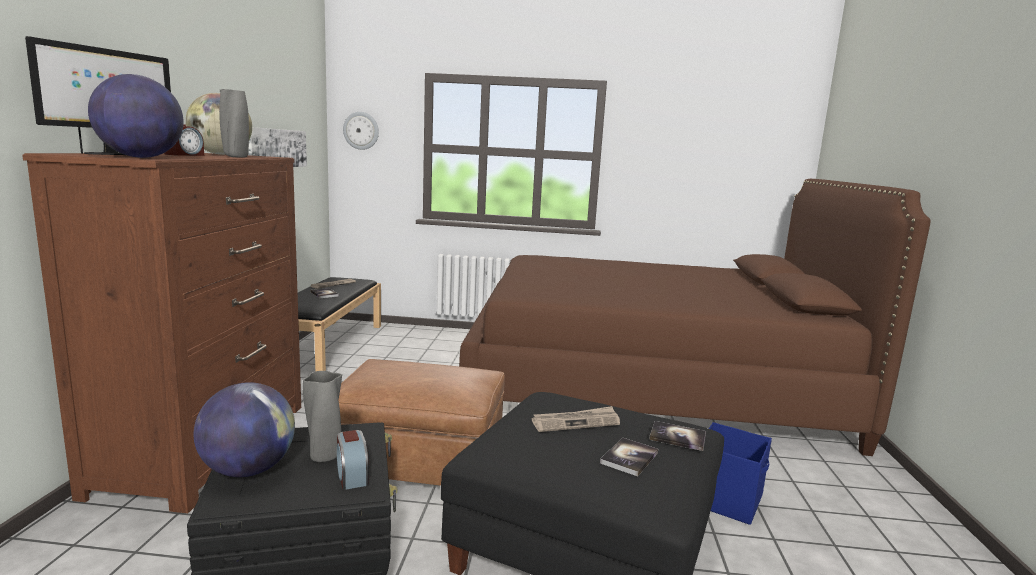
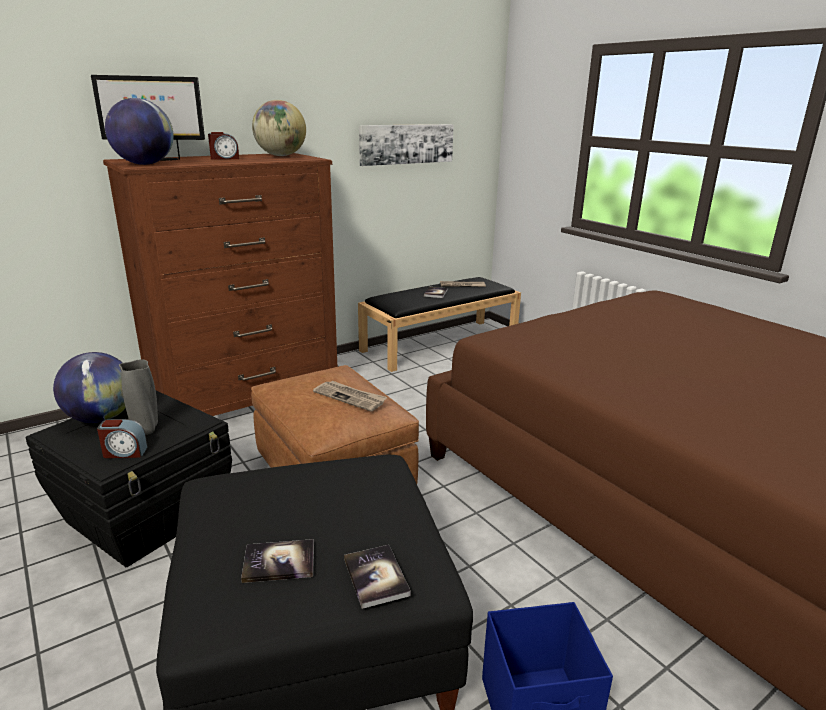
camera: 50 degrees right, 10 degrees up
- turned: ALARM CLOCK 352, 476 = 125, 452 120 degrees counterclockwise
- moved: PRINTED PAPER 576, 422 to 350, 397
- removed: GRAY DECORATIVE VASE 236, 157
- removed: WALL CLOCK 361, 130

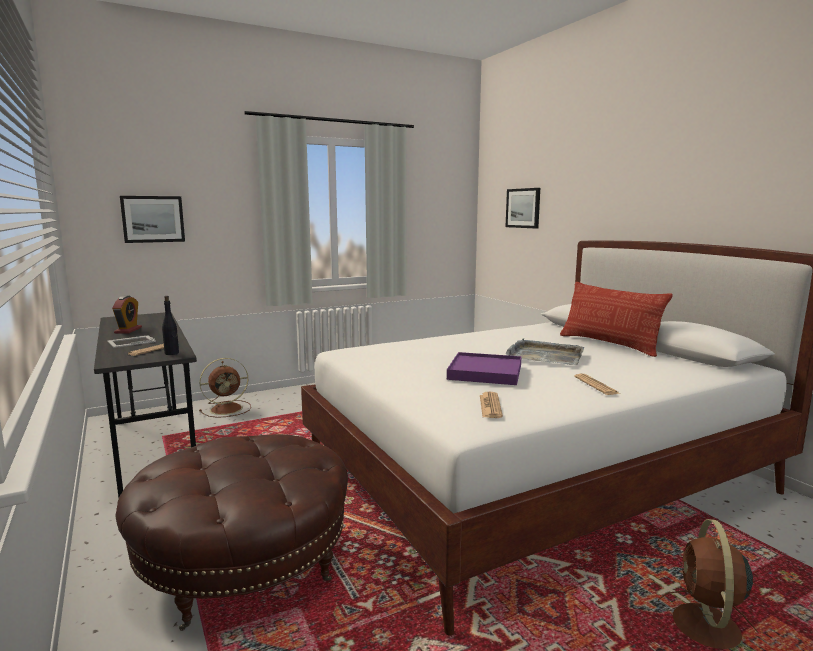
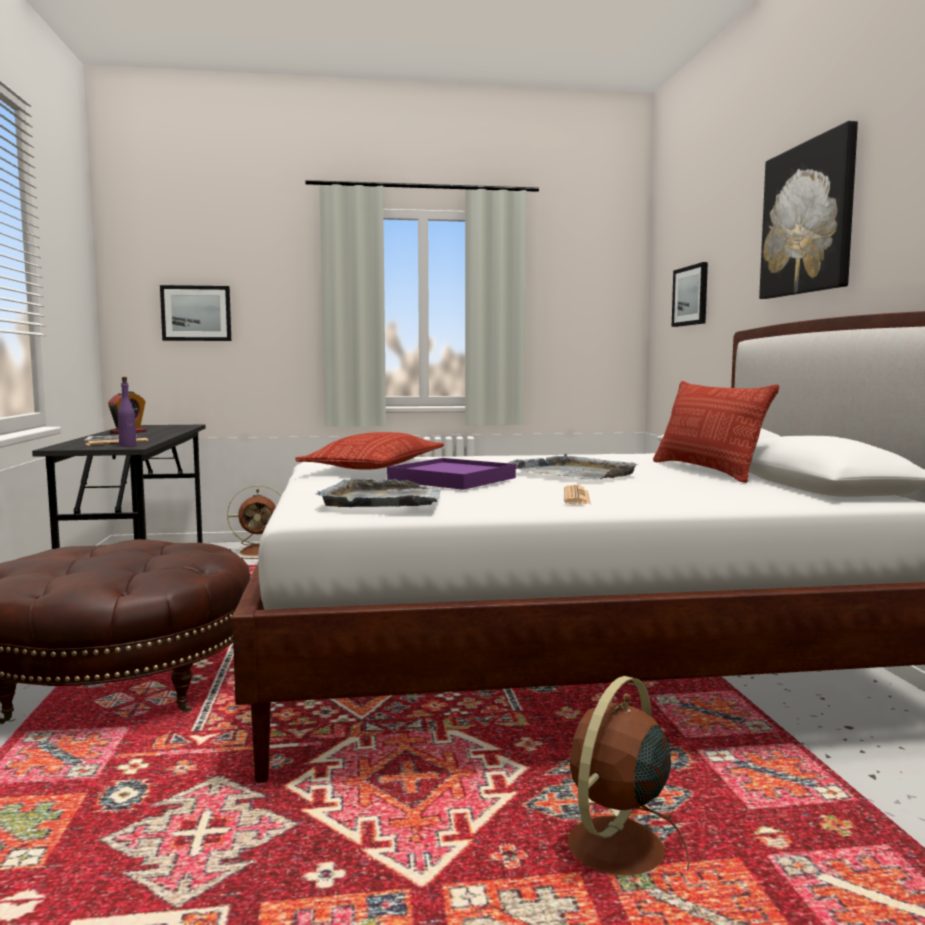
camera: 20 degrees right, 5 degrees down
- recoloured: BLACK-COLOURED BEVERAGE BOTTLE 172, 353 to PURPLISH BEVERAGE BOTTLE 128, 446
- added: PILLOW 375, 466
- replaced: PRINTED PAPER 490, 406 to GRAY CARRYING TRAY 384, 500
- added: WALL ART 808, 219

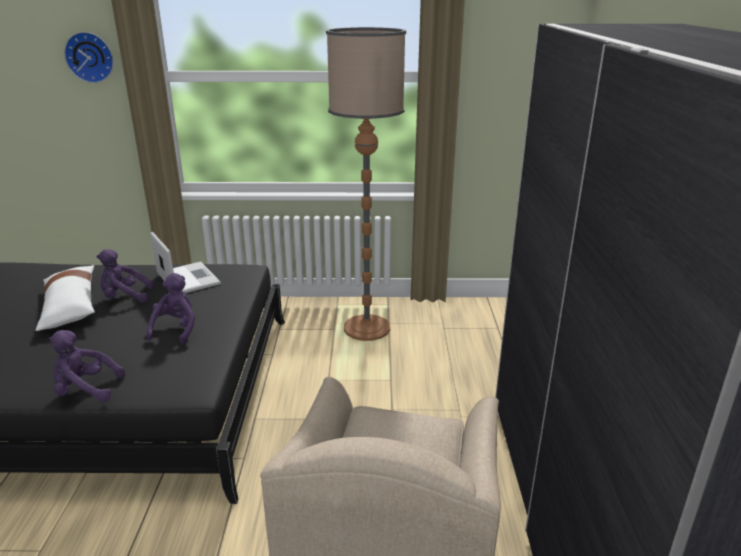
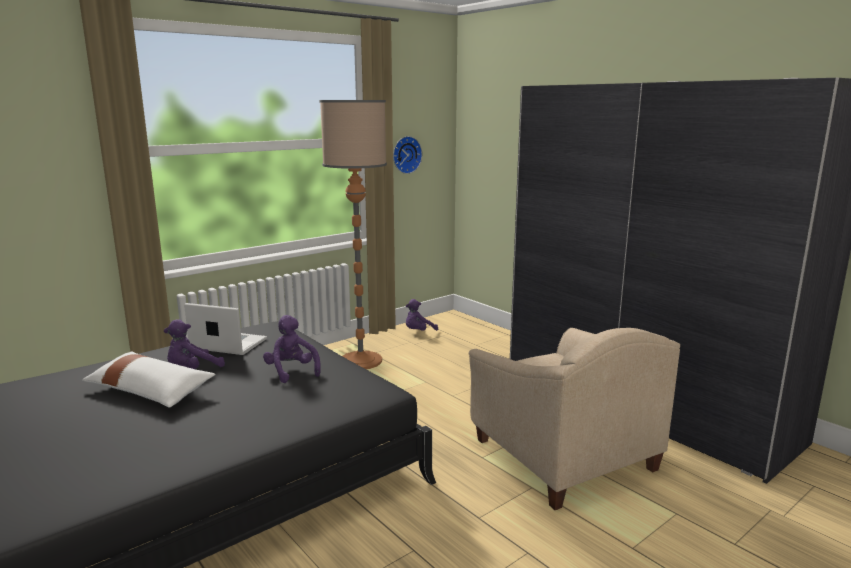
camera: 40 degrees left, 10 degrees down
- moved: WALL CLOCK 90, 57 to 405, 154
- moved: PURPLISH CUDDLY TOY 85, 390 to 418, 332

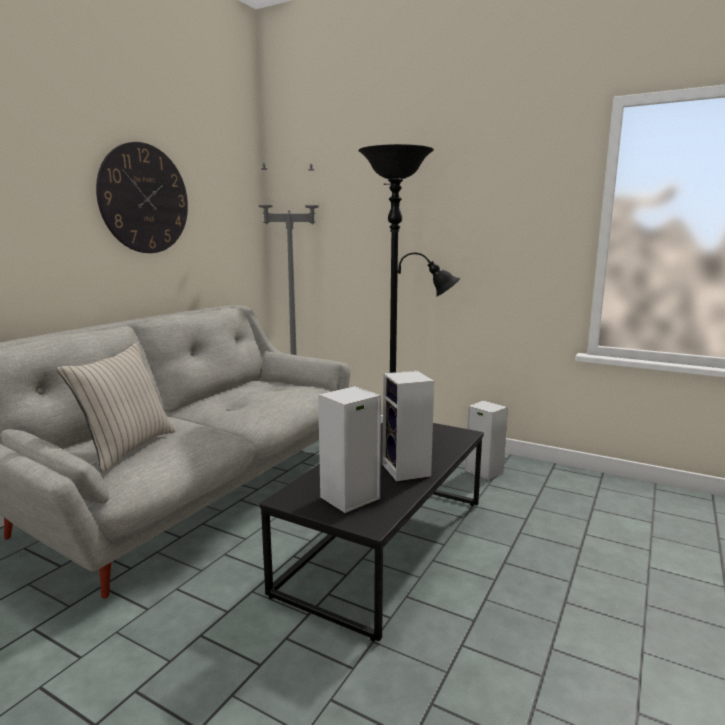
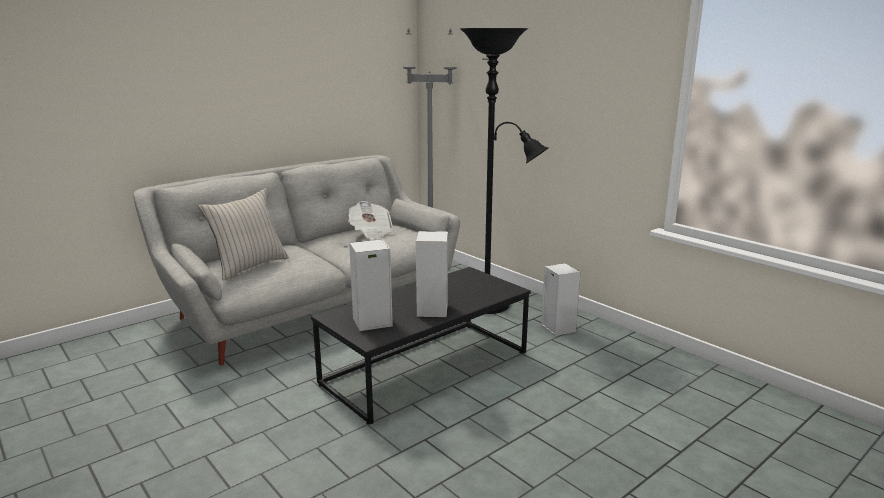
camera: 20 degrees right, 5 degrees up
- added: PRINTED PAPER 371, 232
- removed: WALL CLOCK 144, 199

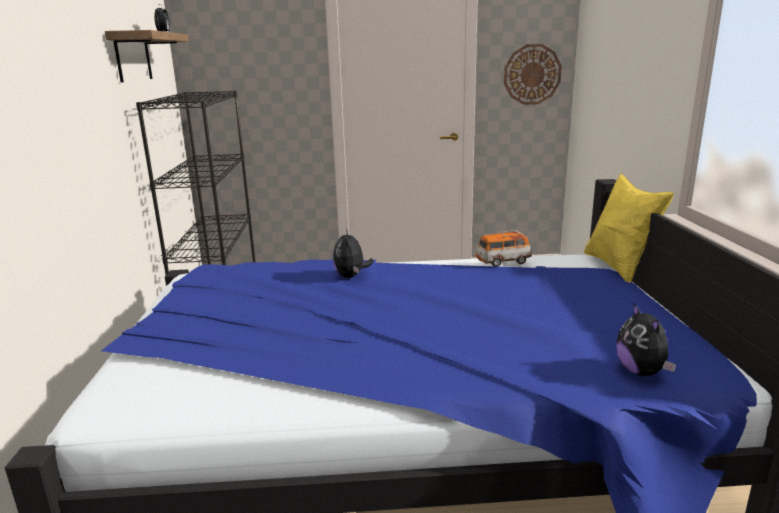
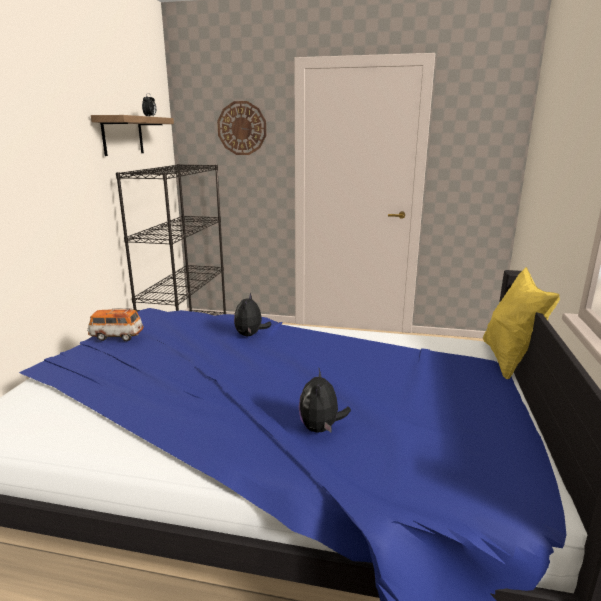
camera: 15 degrees right, 0 degrees up
- moved: MINIATURE CAR 502, 262 to 116, 336
- moved: WALL CLOCK 532, 74 to 242, 128
- moved: CUDDLY TOY 641, 372 to 321, 428

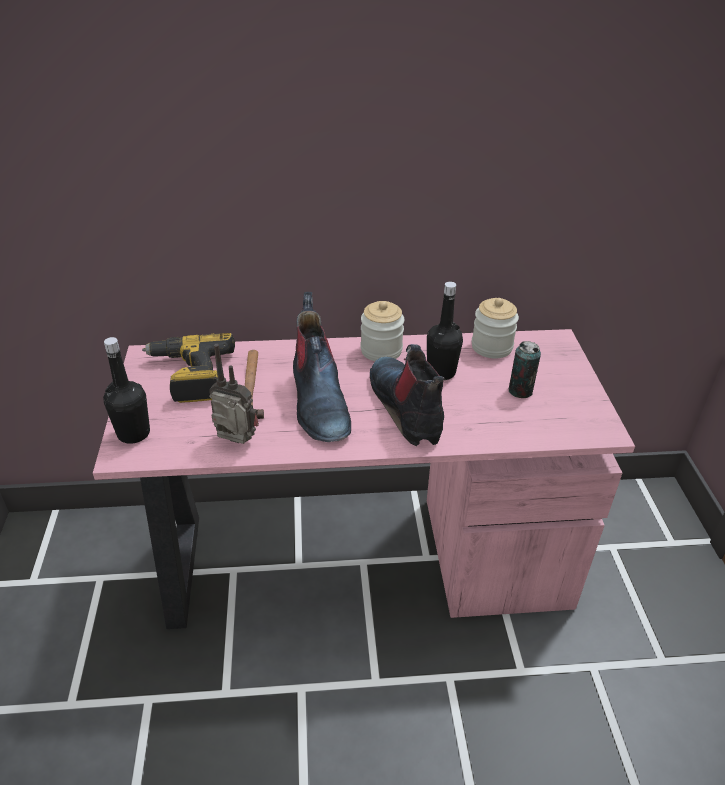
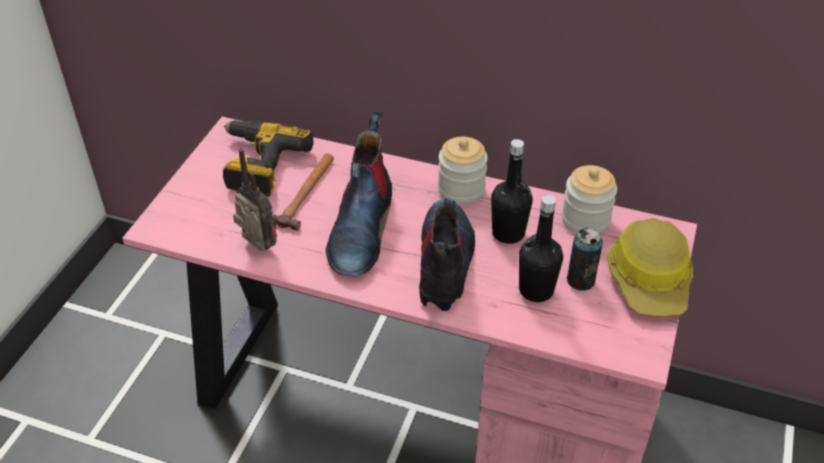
camera: 25 degrees right, 5 degrees up
- moved: BLACK-COLOURED BEVERAGE BOTTLE 133, 433 to 536, 290
- added: WORK HELMET 650, 280

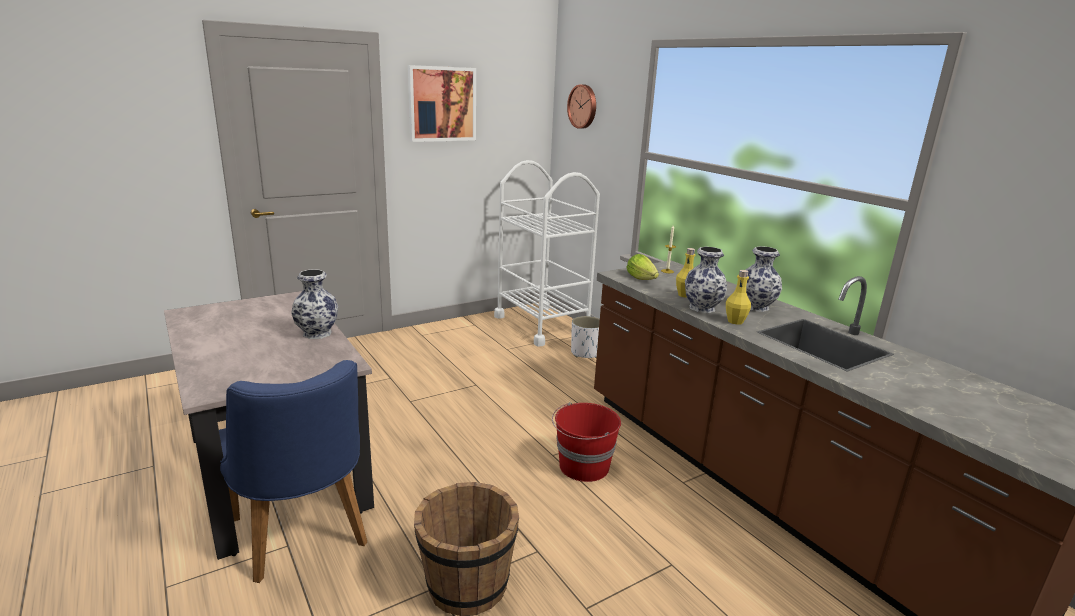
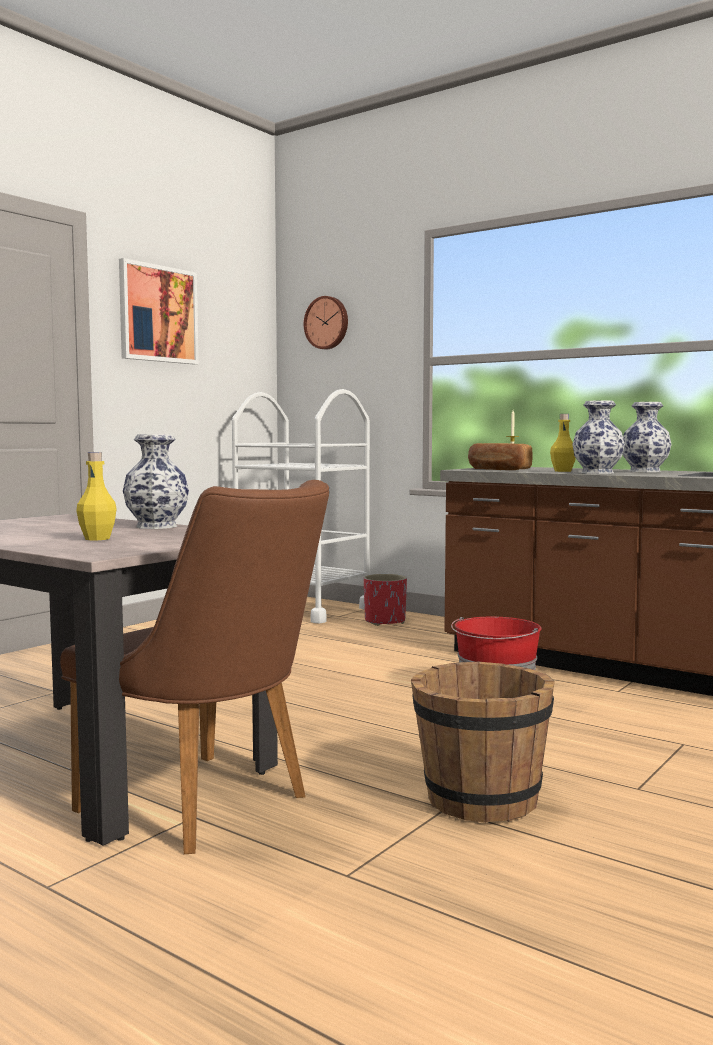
camera: 20 degrees left, 15 degrees down
- recoloured: BLUE-COLOURED UPRIGHT CHAIR 304, 538 to BROWN UPRIGHT CHAIR 210, 807
- moved: YELLOW-COLOURED BEVERAGE BOTTLE 735, 321 to 97, 538
- recoloured: WHITISH FLOWER POT 586, 353 to RED FLOWER POT 385, 621
- replaced: HEAD OF LETTUCE 642, 279 to BAKERY BREAD 498, 469

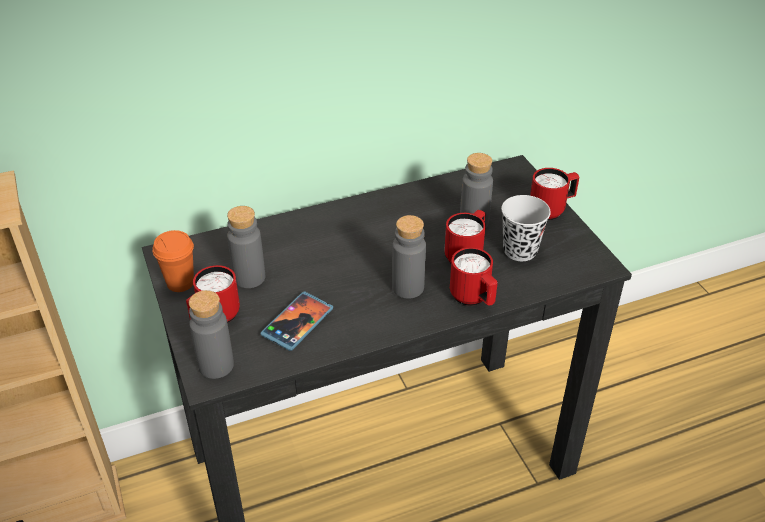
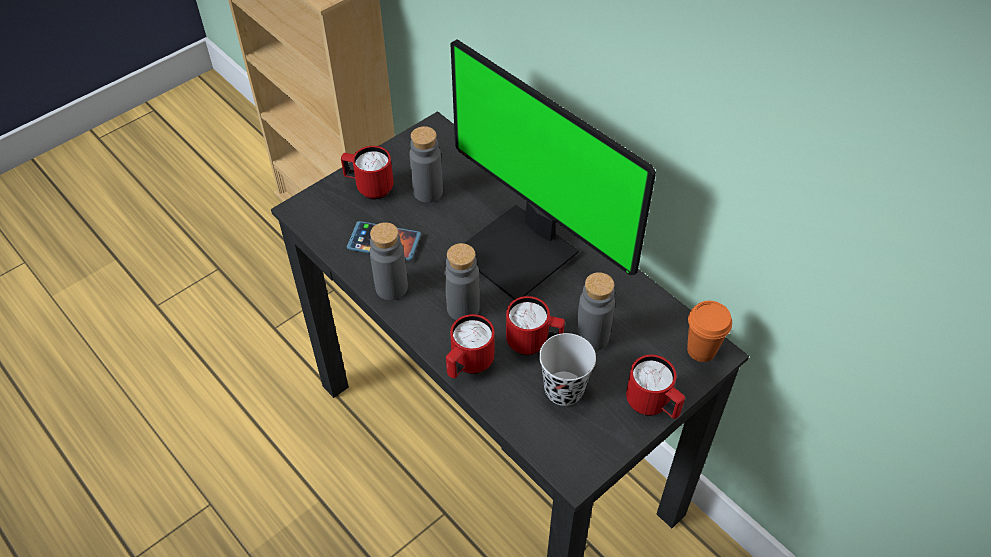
camera: 70 degrees right, 10 degrees up
- moved: GRAY BEVERAGE BOTTLE 216, 365 to 391, 287
- added: COMPUTER SCREEN 522, 252
- moved: ORANGEY SMALL CUP 180, 283 to 701, 350

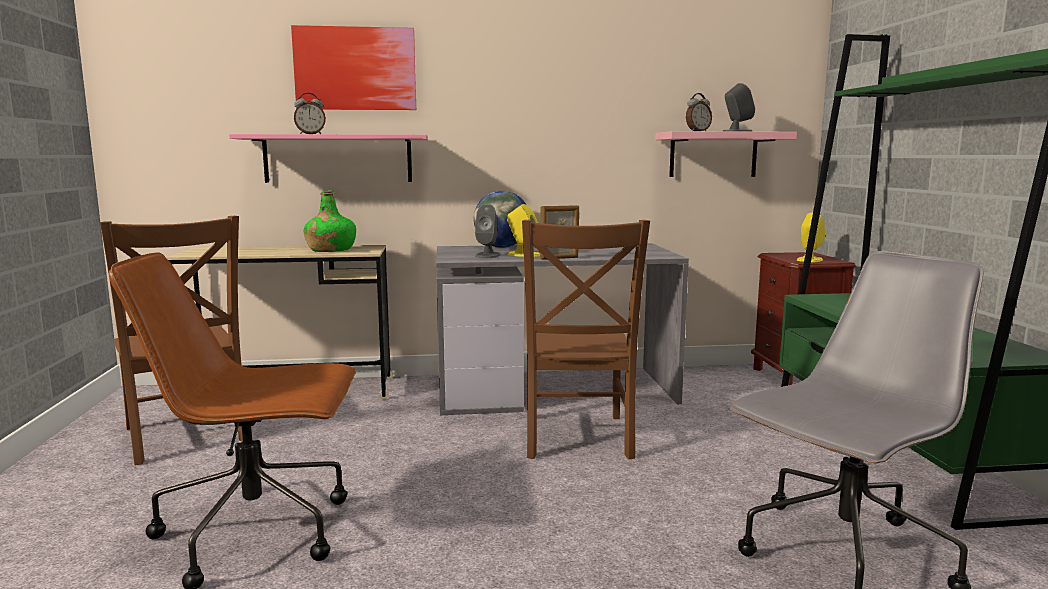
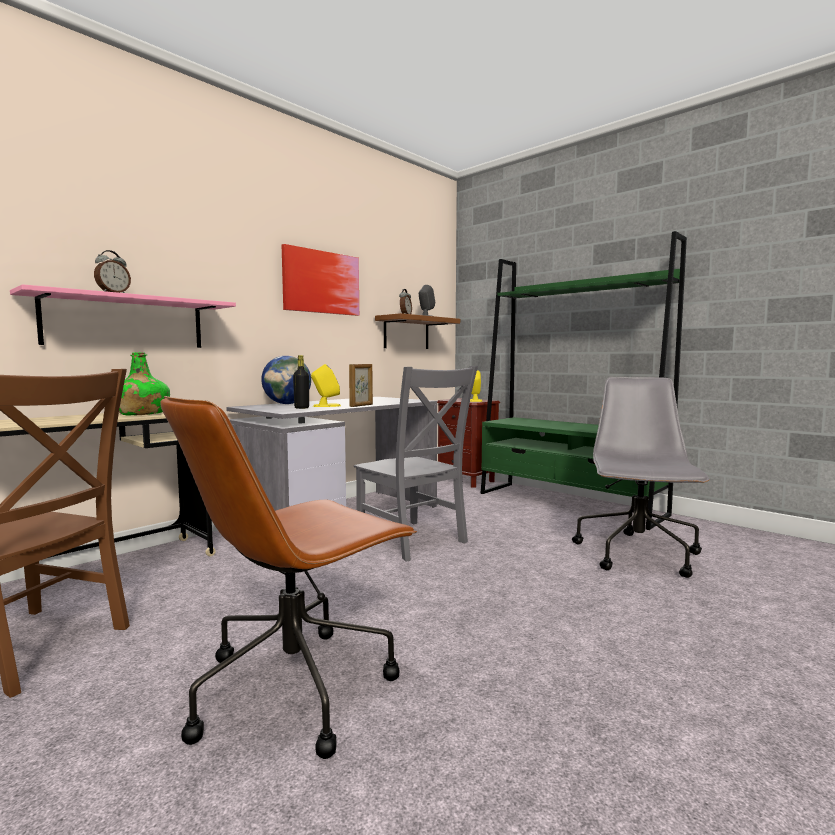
camera: 40 degrees left, 5 degrees down
- moved: WALL ART 355, 69 to 321, 282
- replaced: GRAY AUDIO SPEAKER 487, 255 to BLACK-COLOURED BEVERAGE BOTTLE 301, 408
- recoloured: BROWN UPRIGHT CHAIR 576, 438 to GRAY UPRIGHT CHAIR 413, 541
- recoloured: PINKISH BRACKET SHELF 713, 155 to BROWN BRACKET SHELF 406, 333

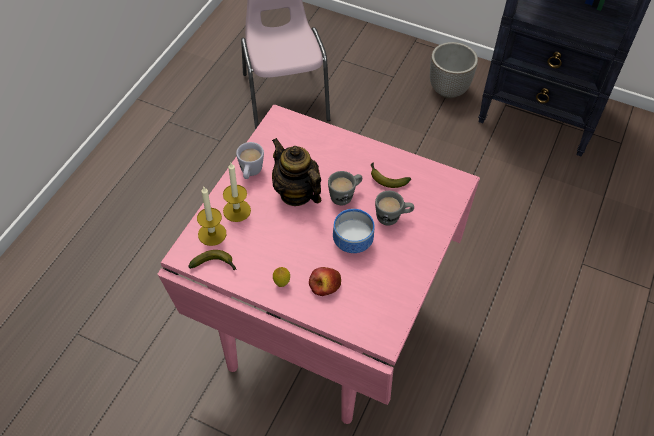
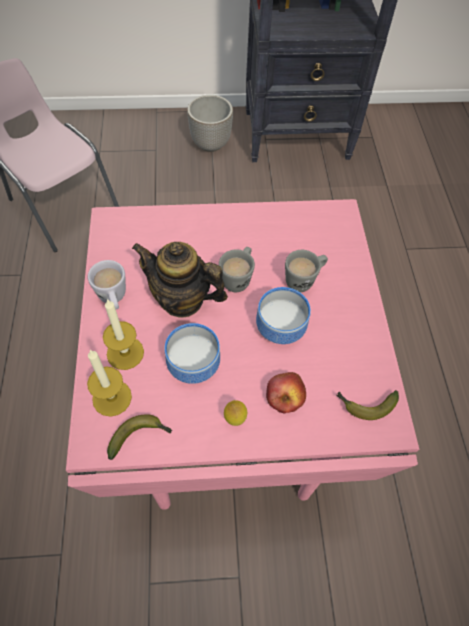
camera: 30 degrees left, 5 degrees up
- added: SERVING BOWL 195, 365
- moved: WHOLE BANANA 386, 178 to 365, 405

